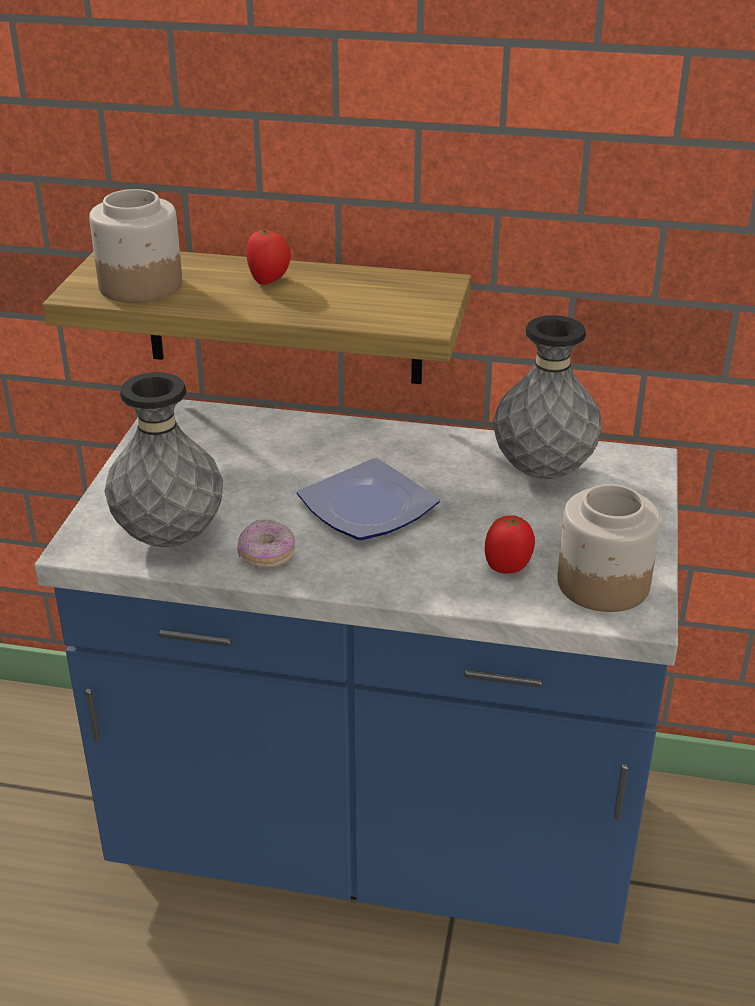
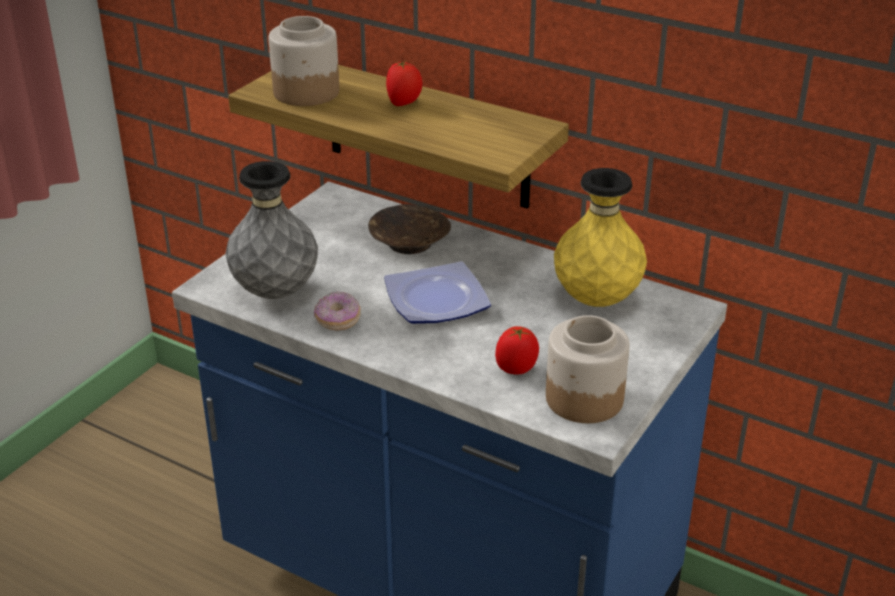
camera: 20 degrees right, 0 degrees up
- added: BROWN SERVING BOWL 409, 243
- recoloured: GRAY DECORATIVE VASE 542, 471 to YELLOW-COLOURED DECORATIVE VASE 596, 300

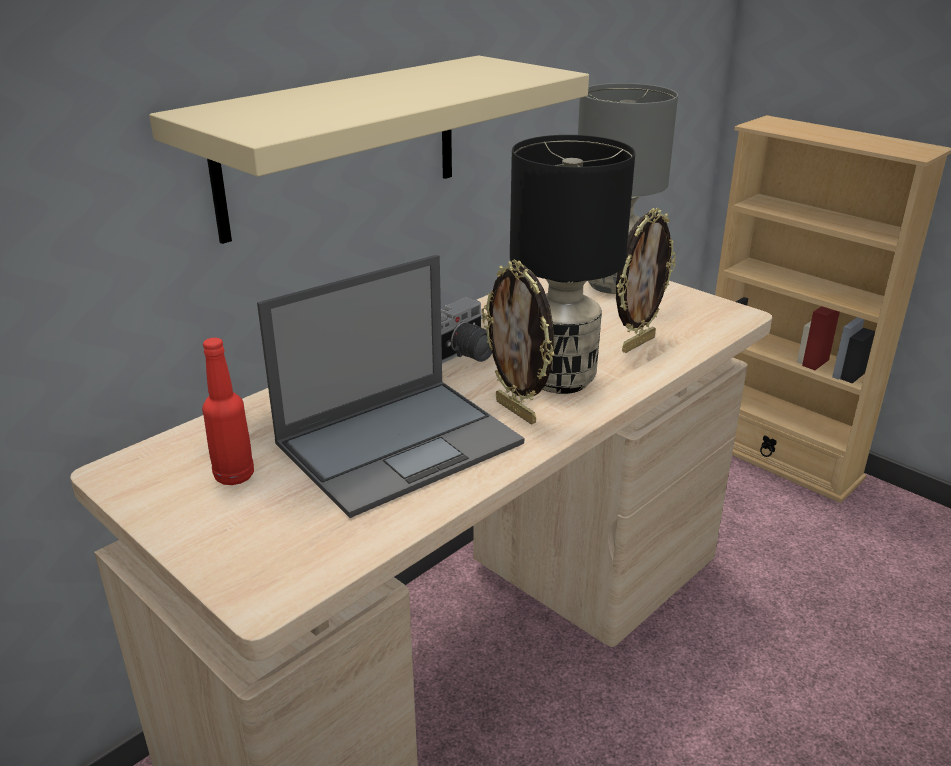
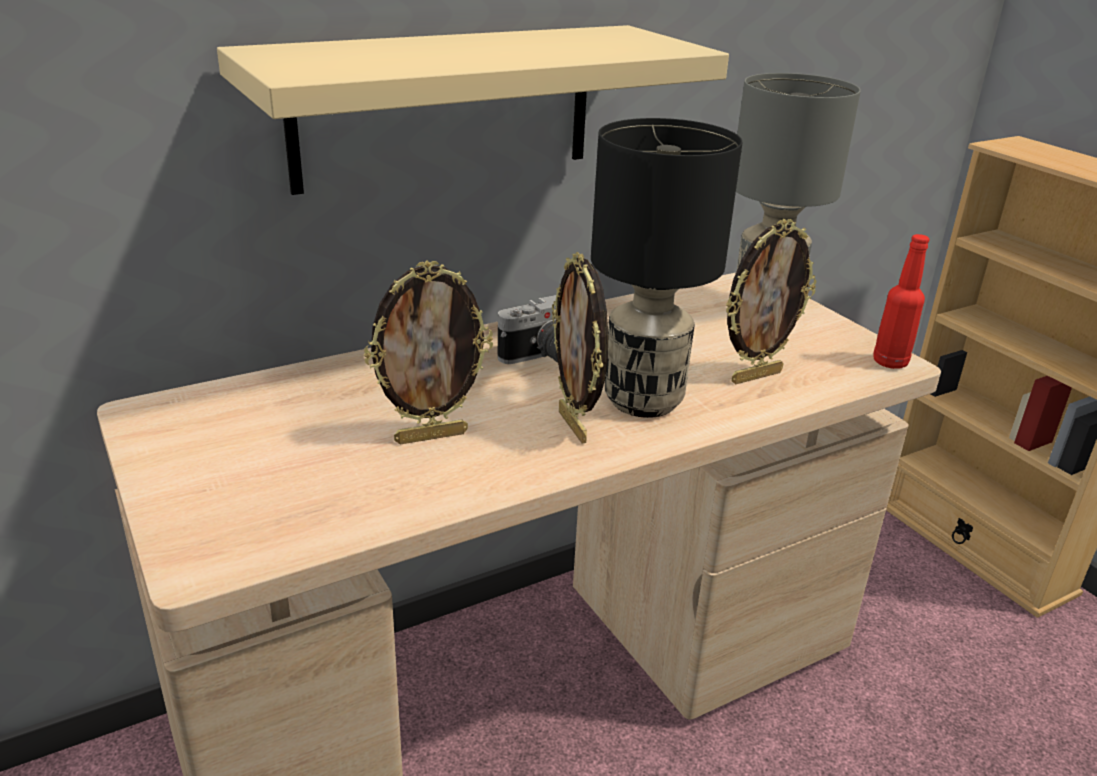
camera: 15 degrees right, 0 degrees up
- replaced: NOTEBOOK COMPUTER 401, 442 to PHOTO FRAME 431, 436
- moved: RED BEVERAGE BOTTLE 234, 476 to 890, 362

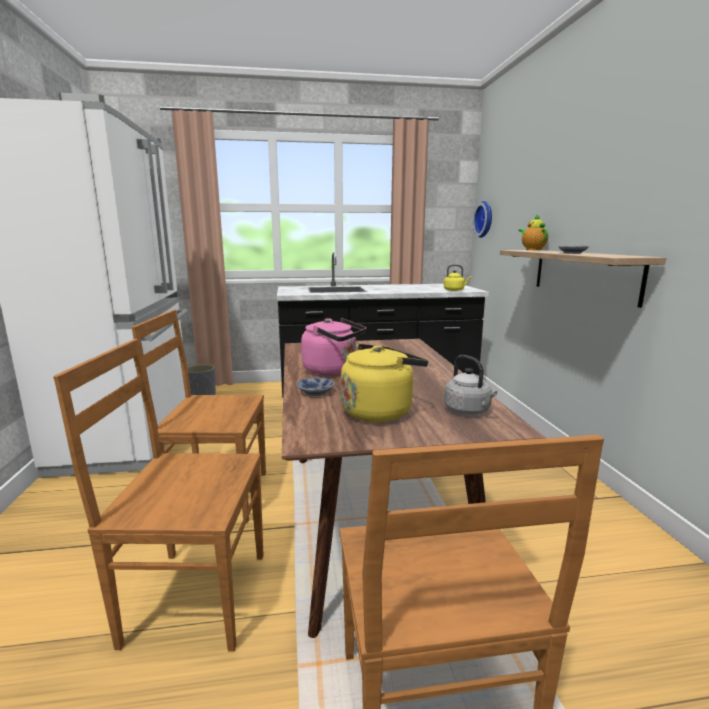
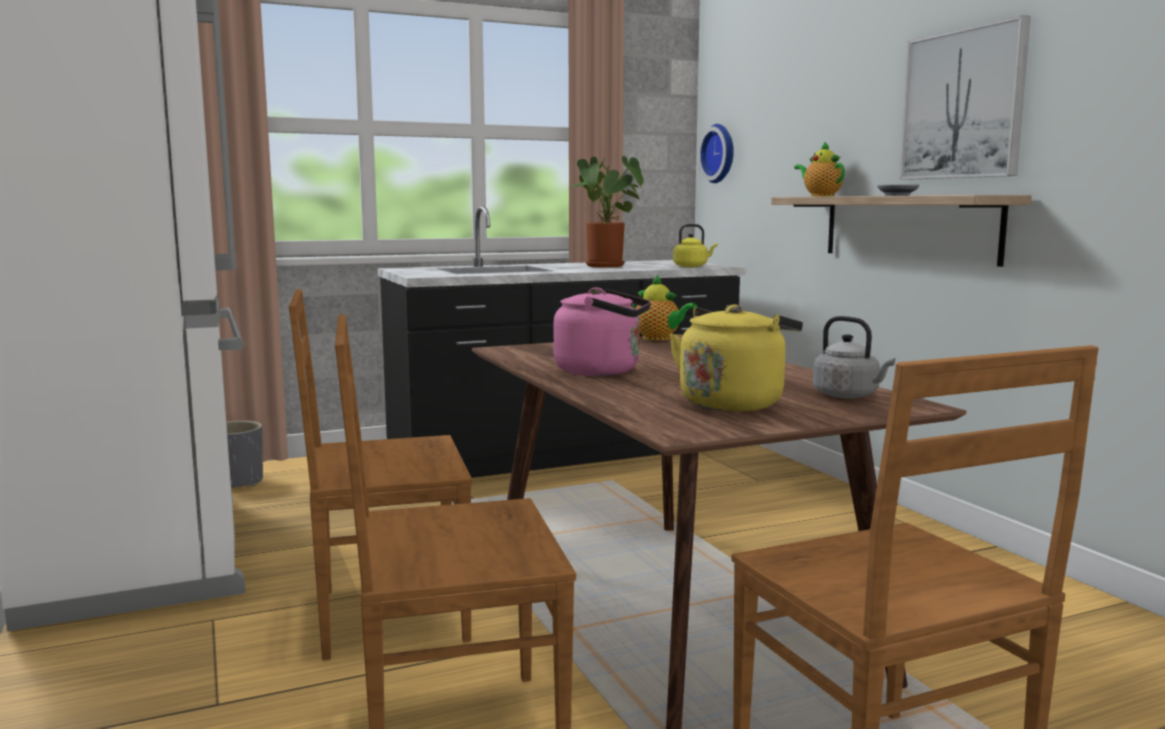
camera: 15 degrees left, 5 degrees down
- added: HOUSEPLANT 608, 266
- added: POT FOR TEA 659, 339
- added: WALL ART 963, 104
- removed: SERVING BOWL 314, 392

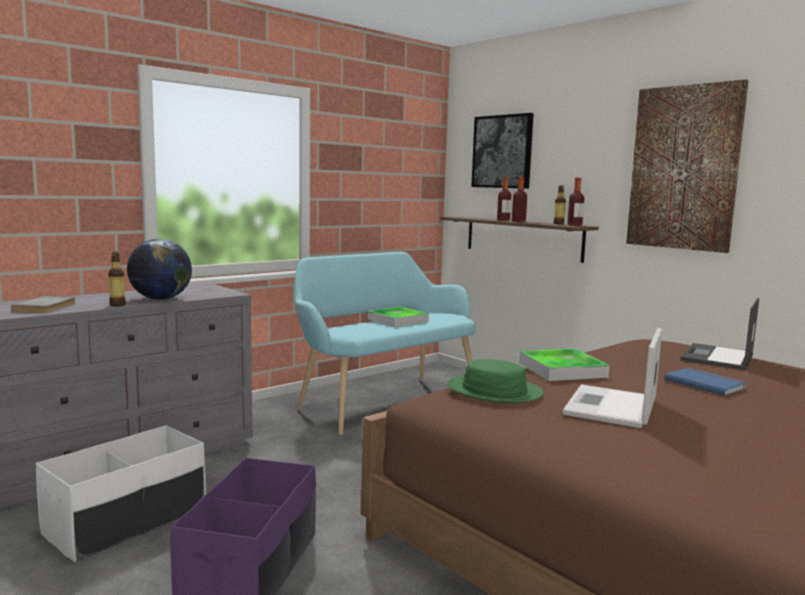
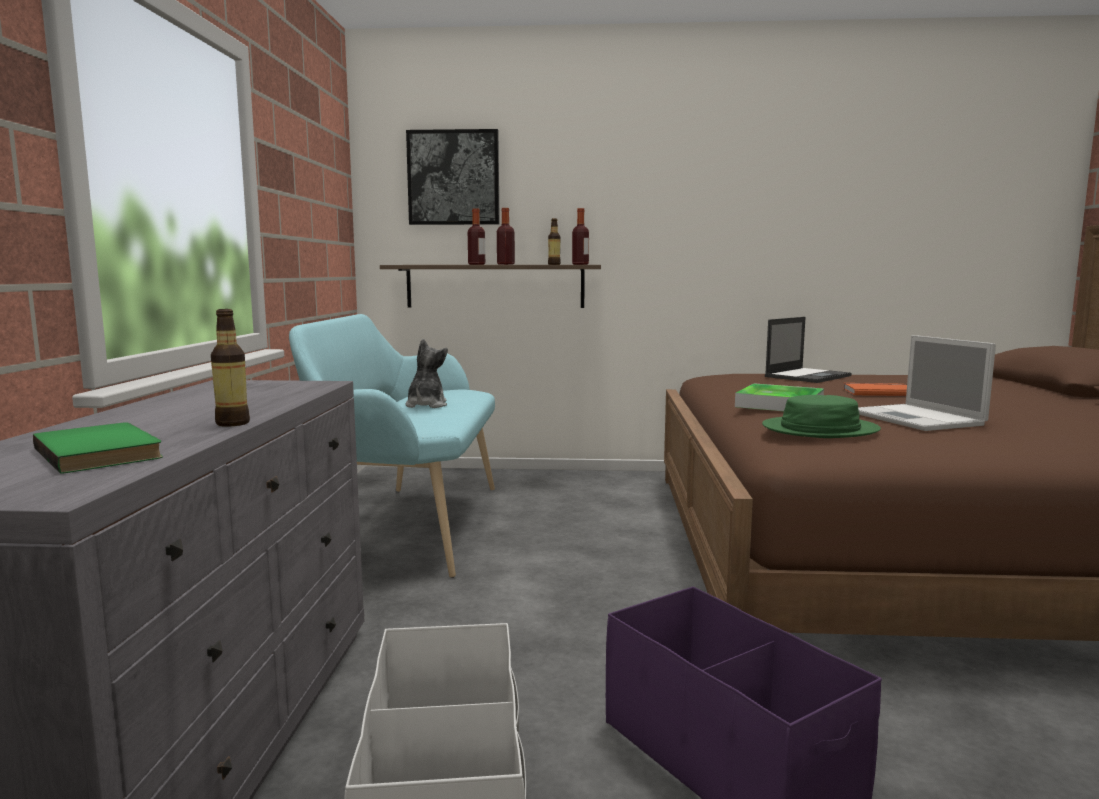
camera: 45 degrees left, 0 degrees up
- recoloured: GRAY BOUND BOOK 47, 307 to GREEN BOUND BOOK 103, 452
- replaced: CARRYING TRAY 398, 320 to CUDDLY TOY 426, 405
- turned: NOTEBOOK COMPUTER 718, 357 = 808, 376 120 degrees counterclockwise
- recoloured: BLUE-COLOURED BOUND BOOK 705, 384 to ORANGEY BOUND BOOK 878, 392
- removed: GLOBE 160, 299
- removed: WALL ART 684, 168

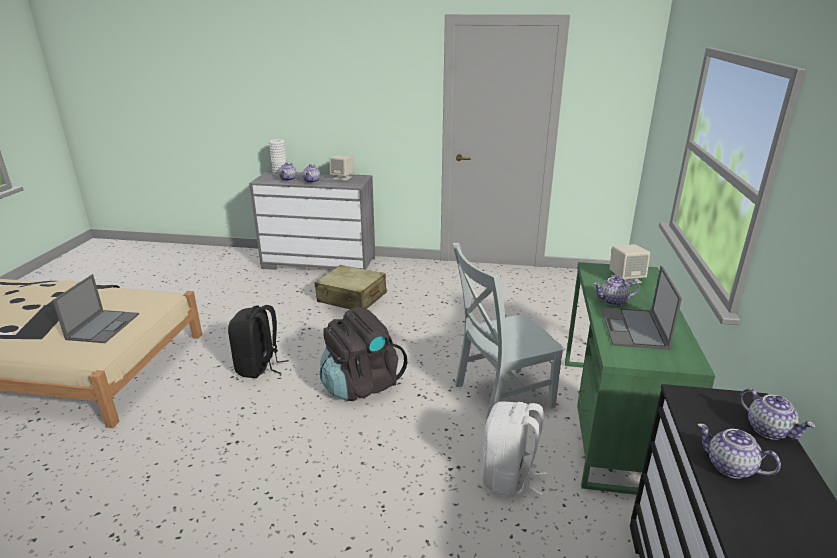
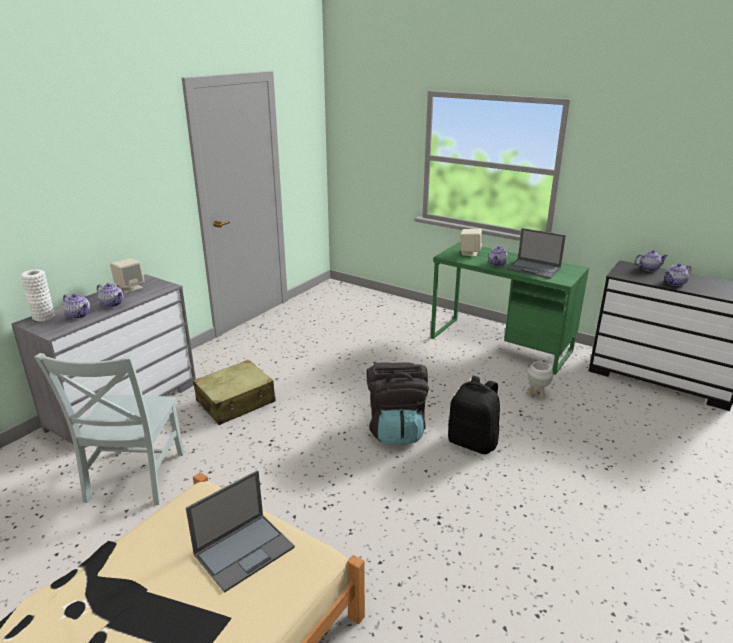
camera: 65 degrees left, 0 degrees up
- moved: GRAY UPRIGHT CHAIR 499, 396 to 134, 479
- turned: NOTEBOOK COMPUTER 103, 326 = 245, 550 105 degrees clockwise
- moved: BLACK-COLOURED KNAPSACK 259, 367 to 473, 442
- replaced: WHITISH KNAPSACK 509, 477 to WHITISH FLOWER POT 537, 395

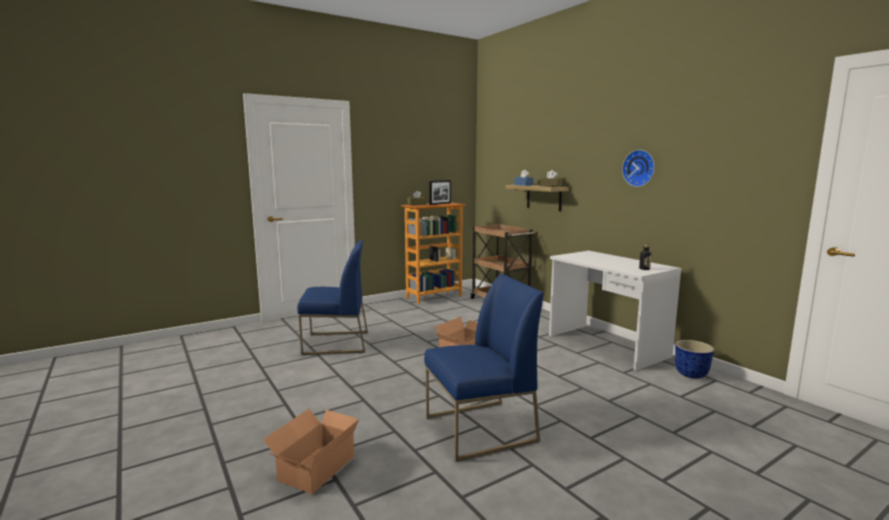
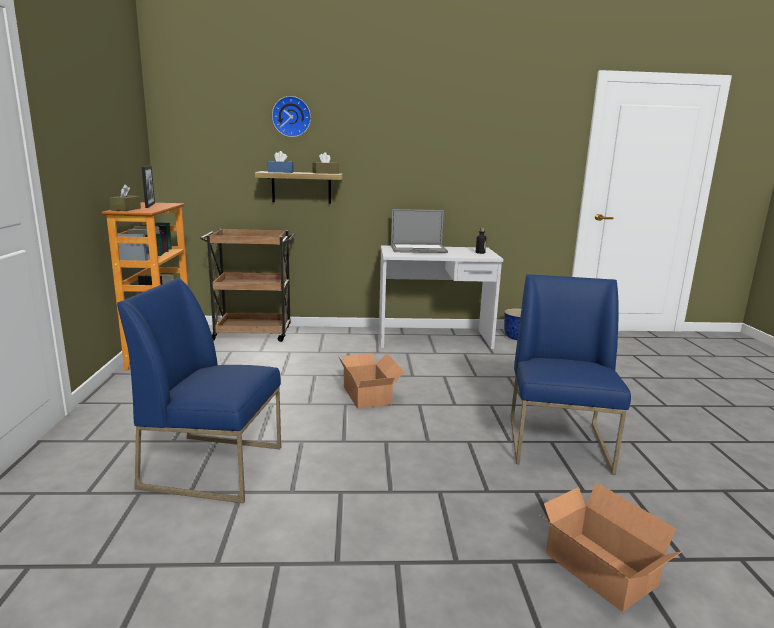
camera: 60 degrees left, 5 degrees up
- turned: BLUE-COLOURED UPRIGHT CHAIR 335, 343 = 215, 466 105 degrees counterclockwise
- moved: WALL CLOCK 639, 168 to 291, 117
- added: NOTEBOOK COMPUTER 418, 249

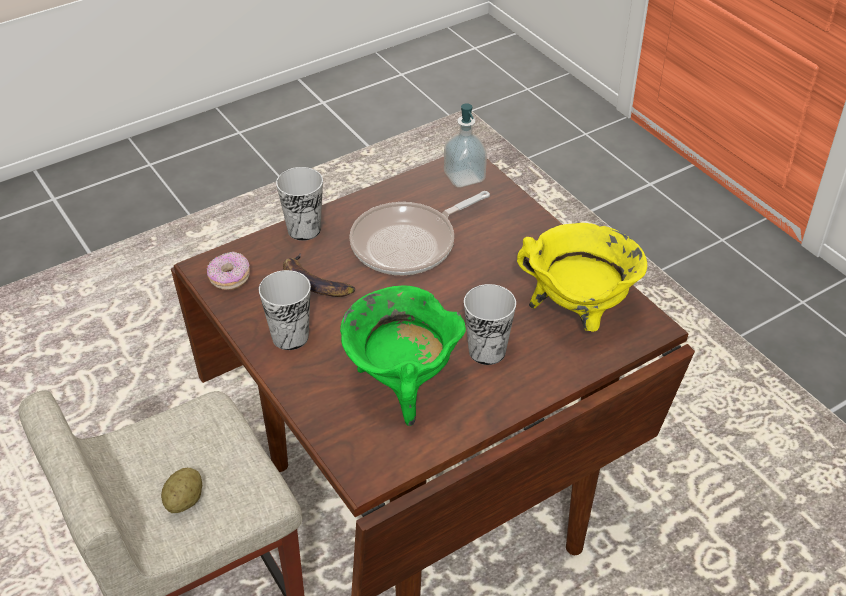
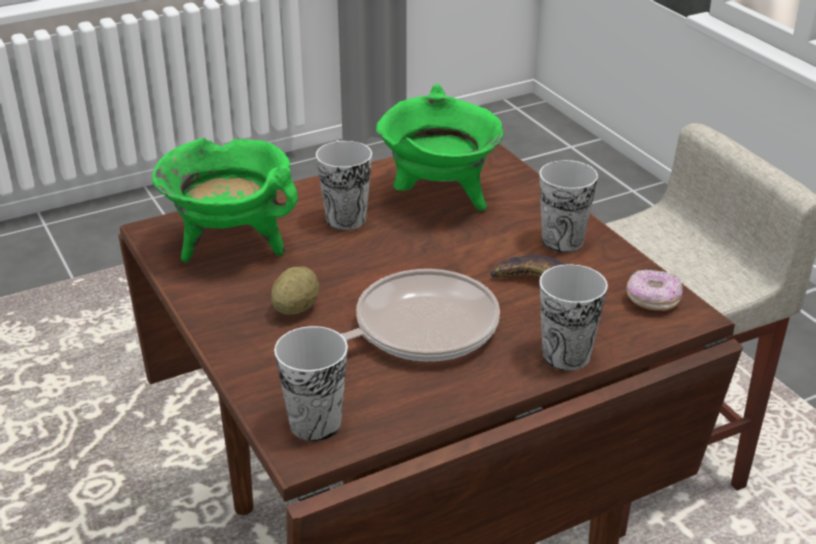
camera: 175 degrees left, 10 degrees down
- recoloured: YELLOW-COLOURED COOKING POT 578, 313 to GREEN COOKING POT 231, 245
- moved: WHOLE POTATO 184, 501 to 296, 308
- replaced: SOAP DISPENSER 464, 177 to SMALL CUP 315, 423

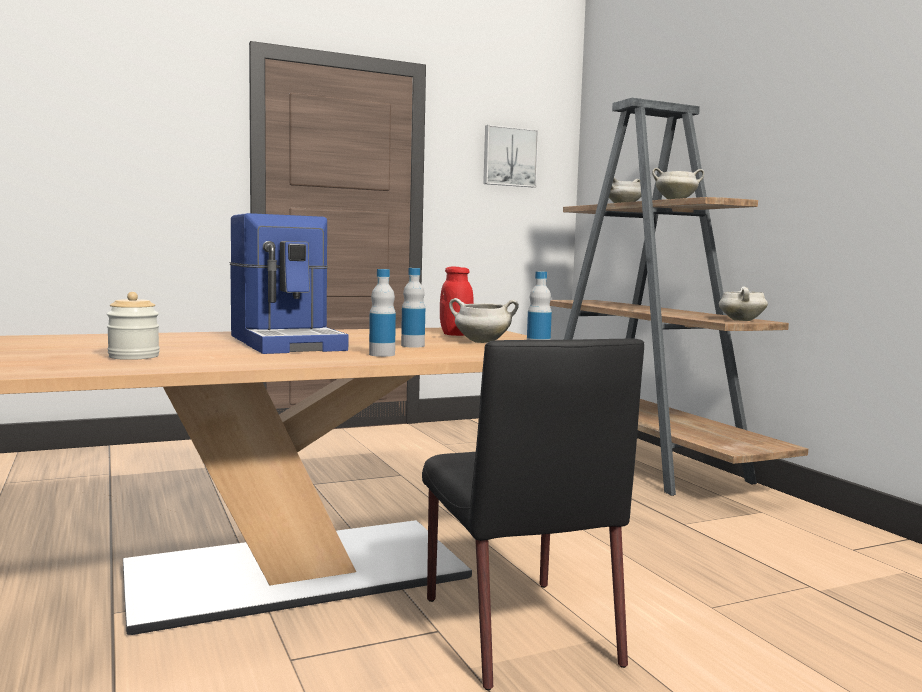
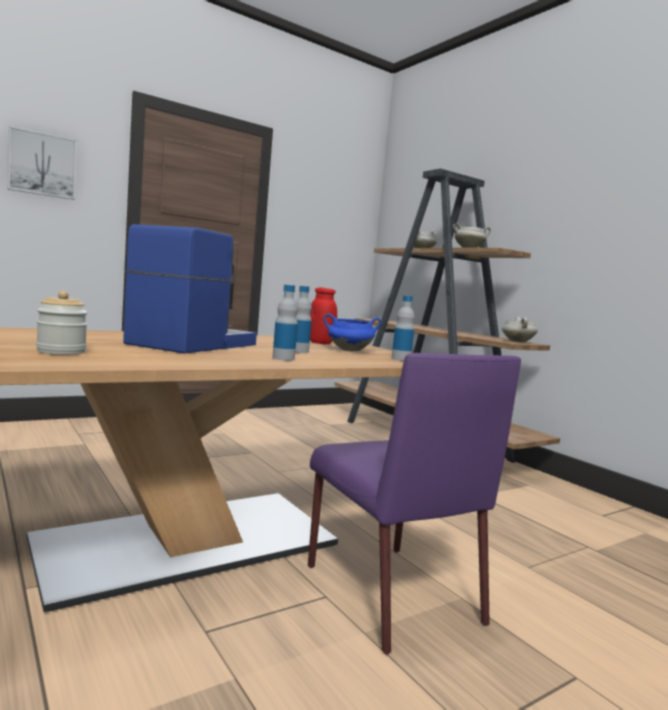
camera: 10 degrees left, 0 degrees up
- moved: WALL ART 509, 157 to 42, 164
- turned: COFFEE MAKER 288, 343 = 191, 344 120 degrees counterclockwise
- recoloured: BLACK-COLOURED UPRIGHT CHAIR 517, 628 to PURPLISH UPRIGHT CHAIR 389, 591
- recoloured: WHITISH COOKING POT 481, 342 to BLUE-COLOURED COOKING POT 349, 350

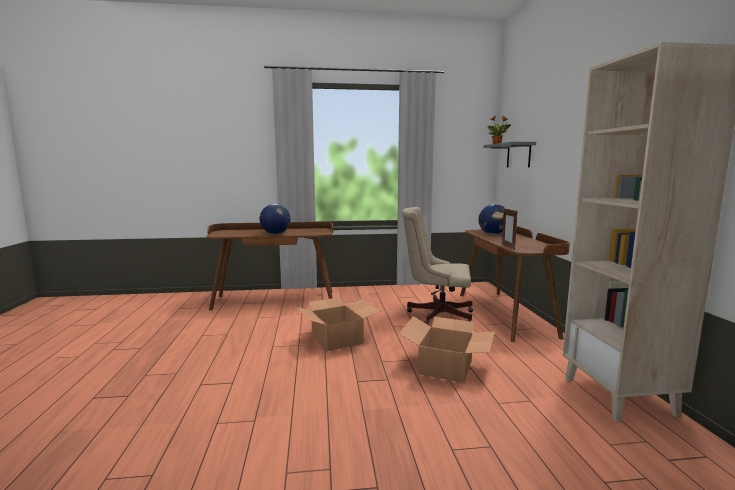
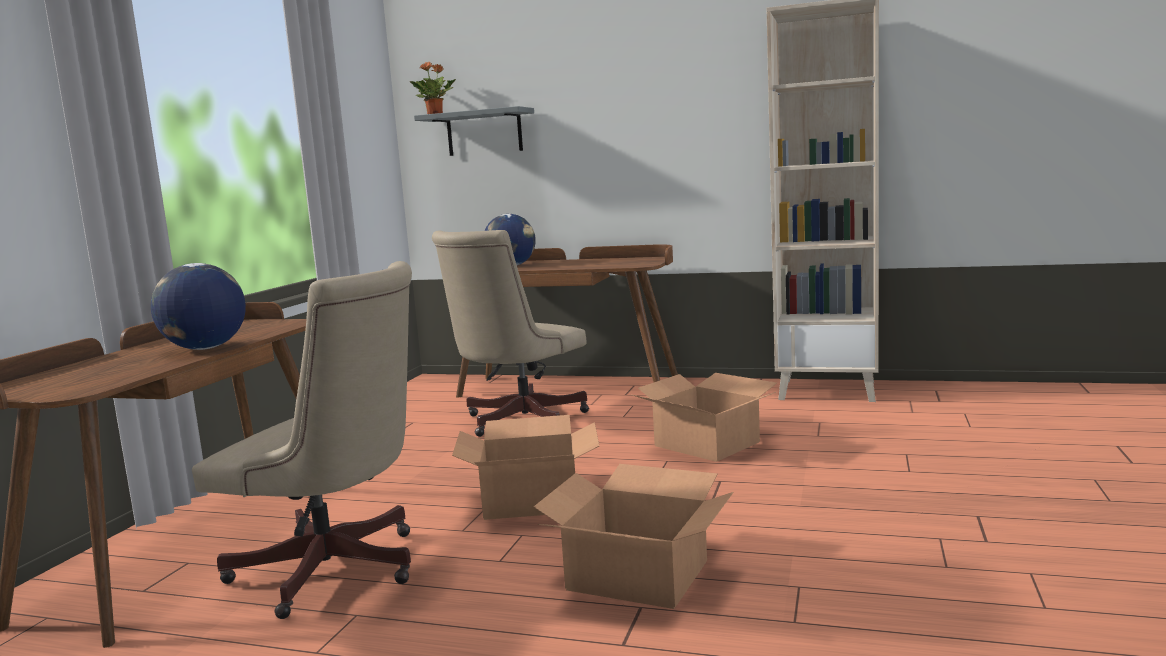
camera: 65 degrees left, 0 degrees up
- added: SAND-COLOURED OFFICE CHAIR 337, 572
- added: CARTON 638, 574
- removed: PHOTO FRAME 508, 247

